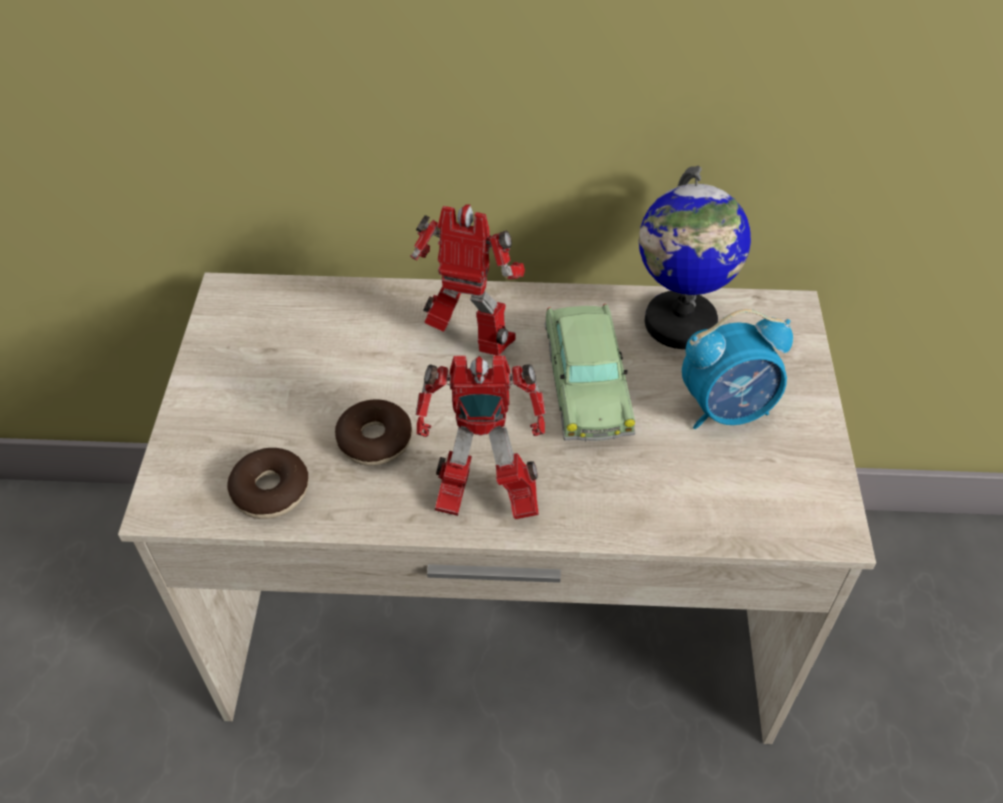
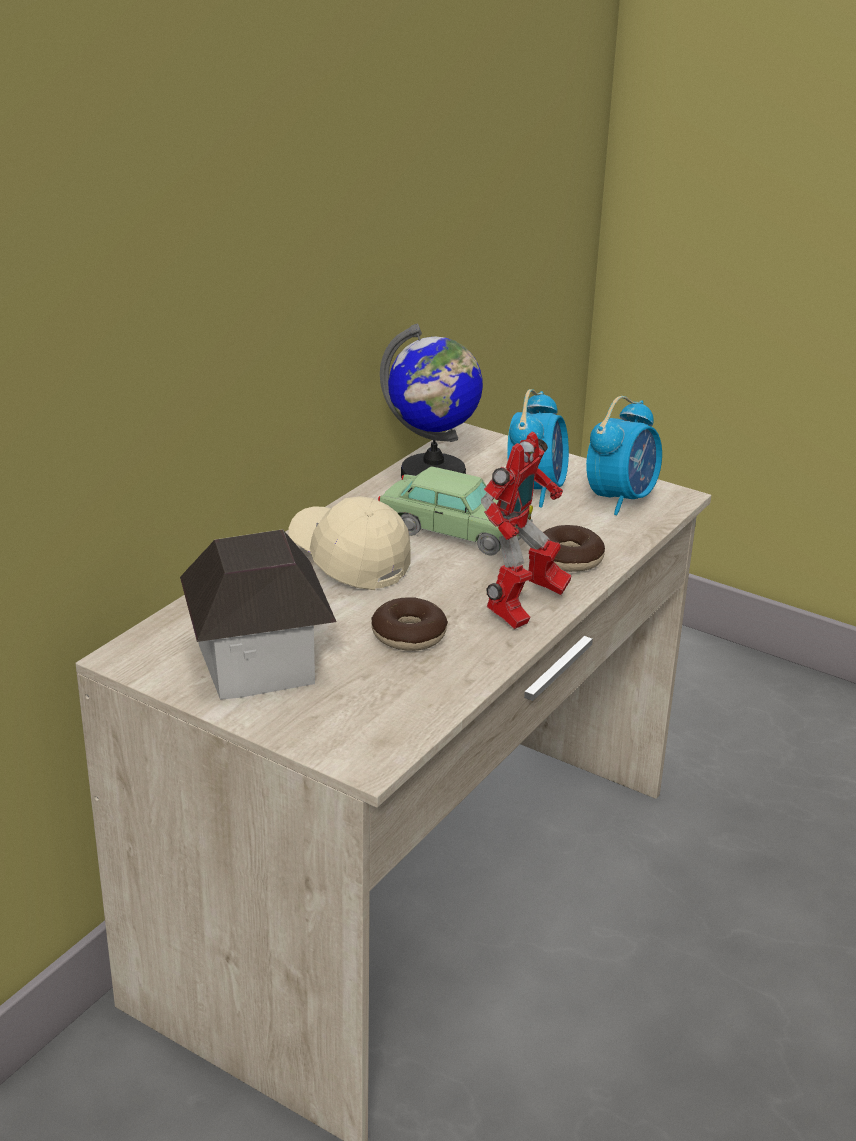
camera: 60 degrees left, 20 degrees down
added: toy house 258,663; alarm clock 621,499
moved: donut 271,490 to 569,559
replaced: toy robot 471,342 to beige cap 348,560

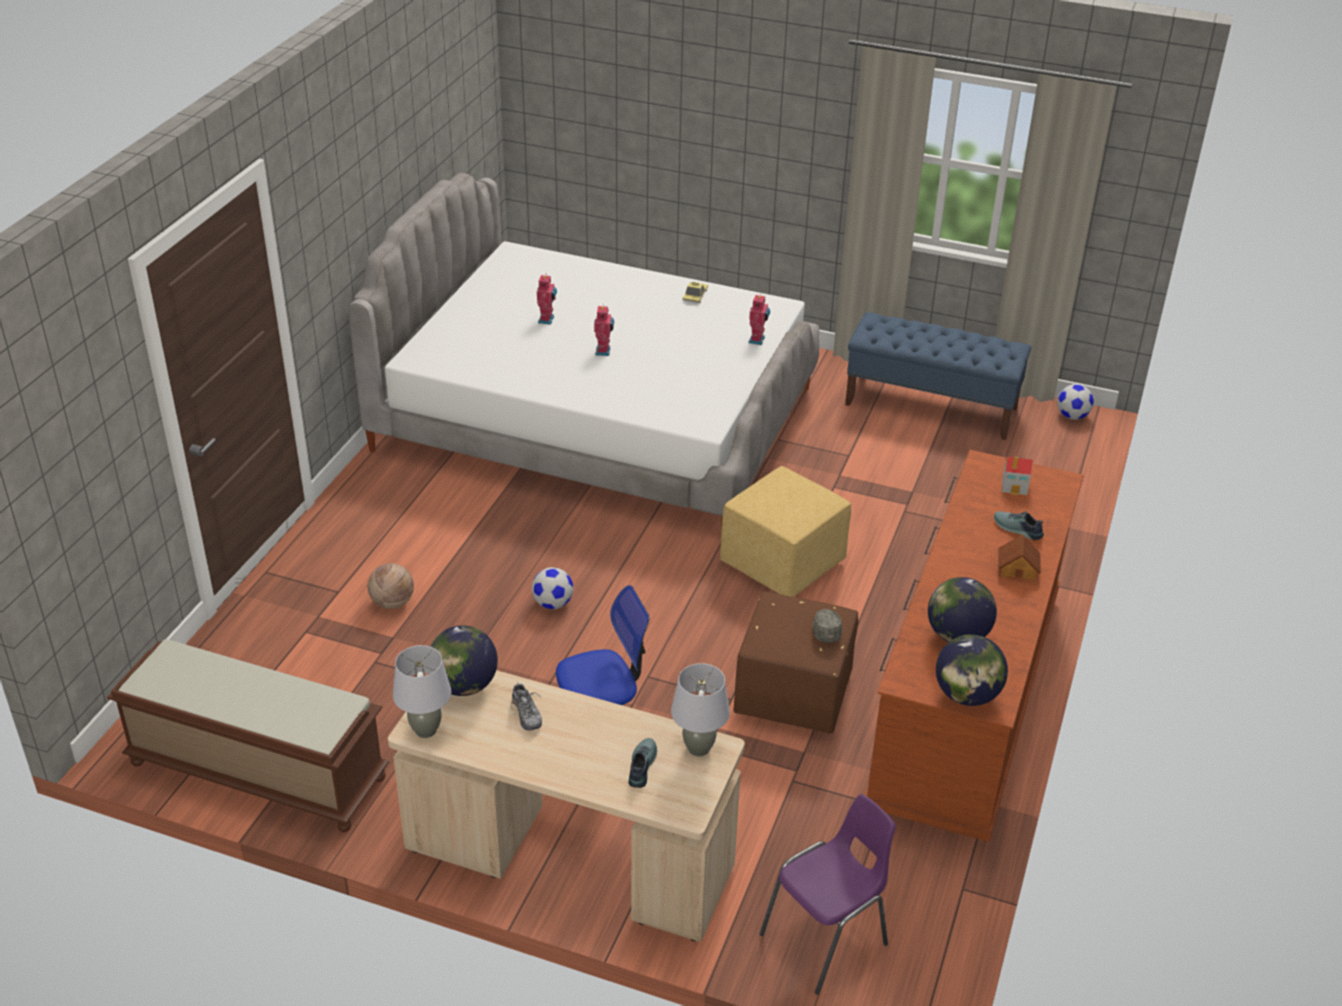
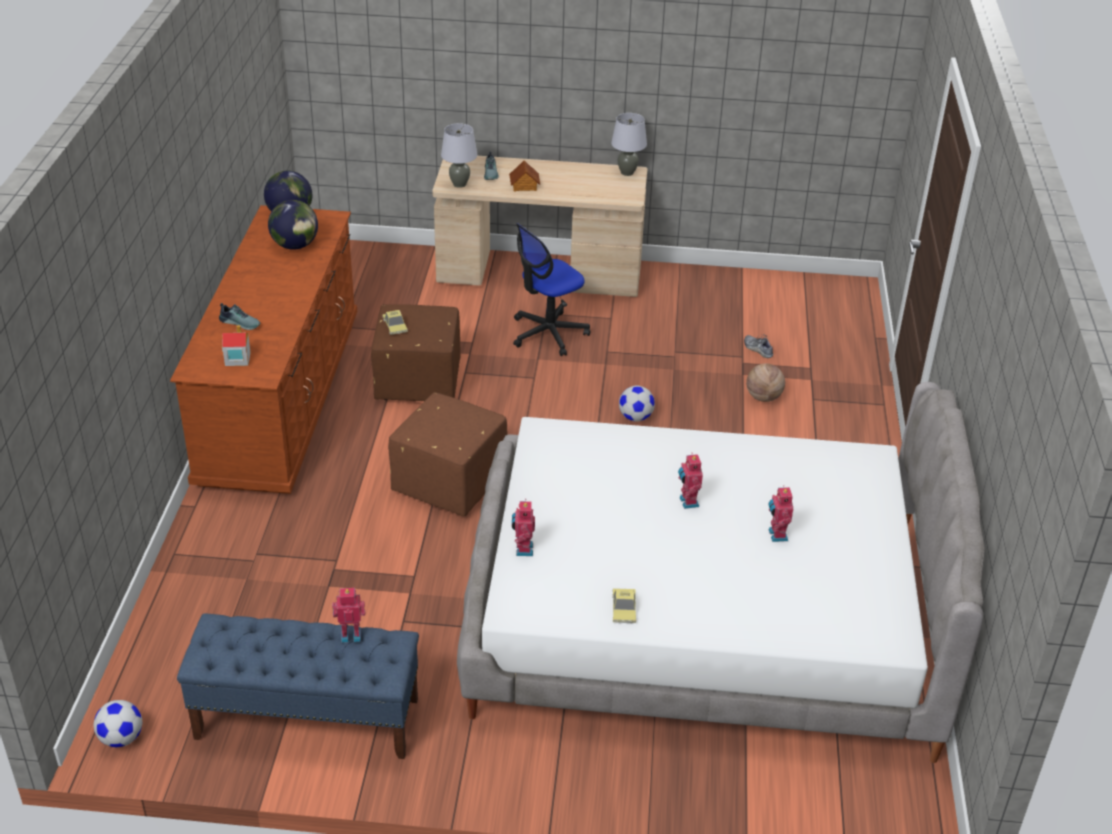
camera: 165 degrees right, 0 degrees up
removed: brown bench 255,771; globe 464,686; purple chair 827,939
added: toy robot 351,634
moved: toy house 1018,568 to 524,186; shoe 526,714 to 758,349
replaced: grey cap 825,630 to toy car 395,326
recoloured: yellow ottoman 783,565 to brown ottoman 448,483

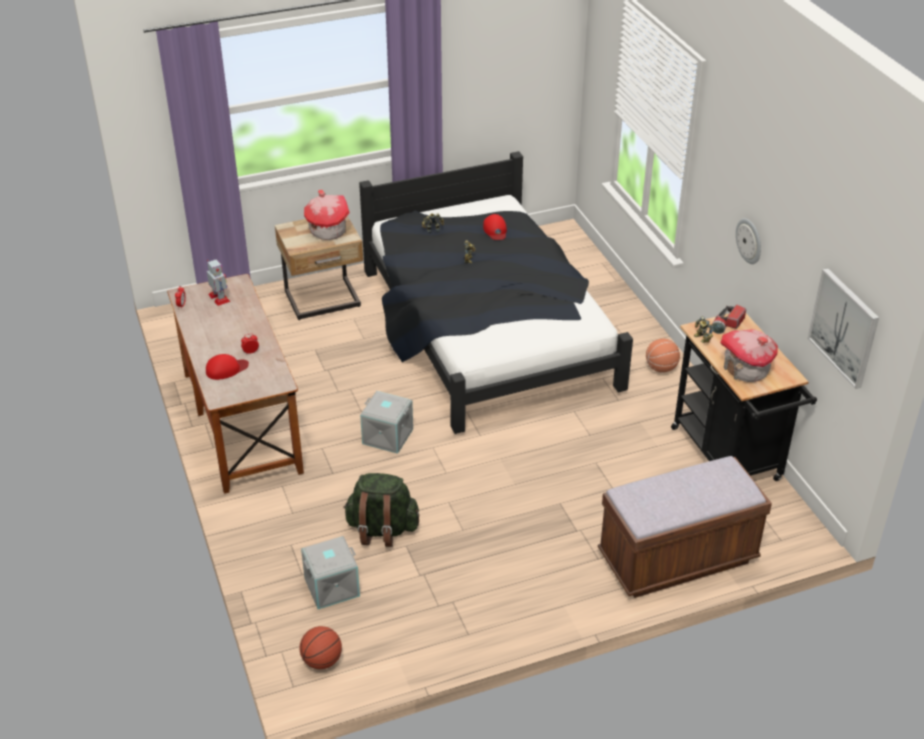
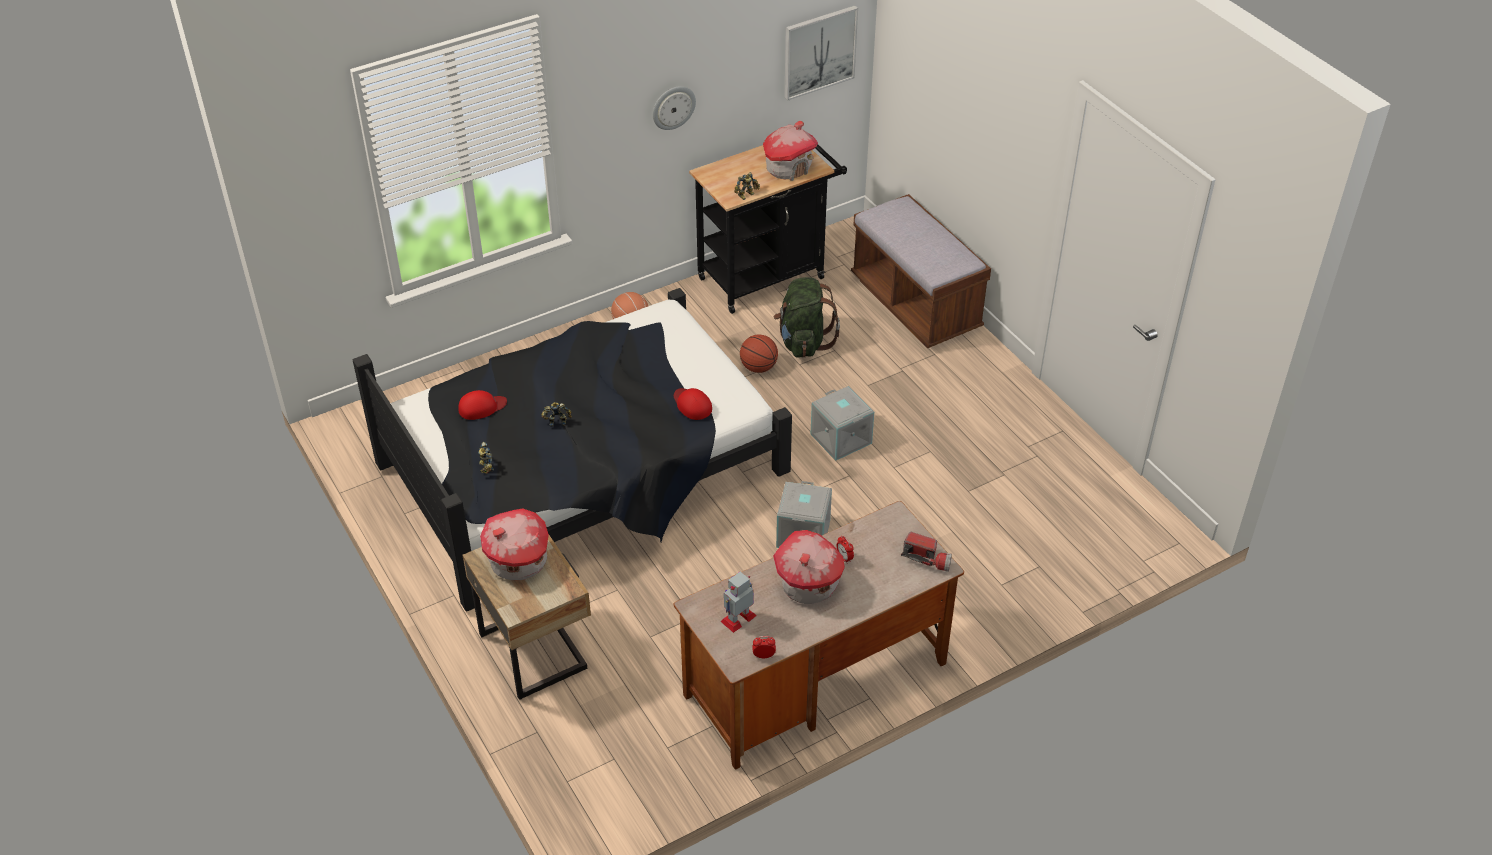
camera: 100 degrees left, 5 degrees up
added: toy house 808,585
moved: red cap 226,369 to 692,405; basketball 322,660 to 758,367; green backpack 382,529 to 803,342; grey storage box 332,586 to 840,439; flashlight 727,324 to 927,559

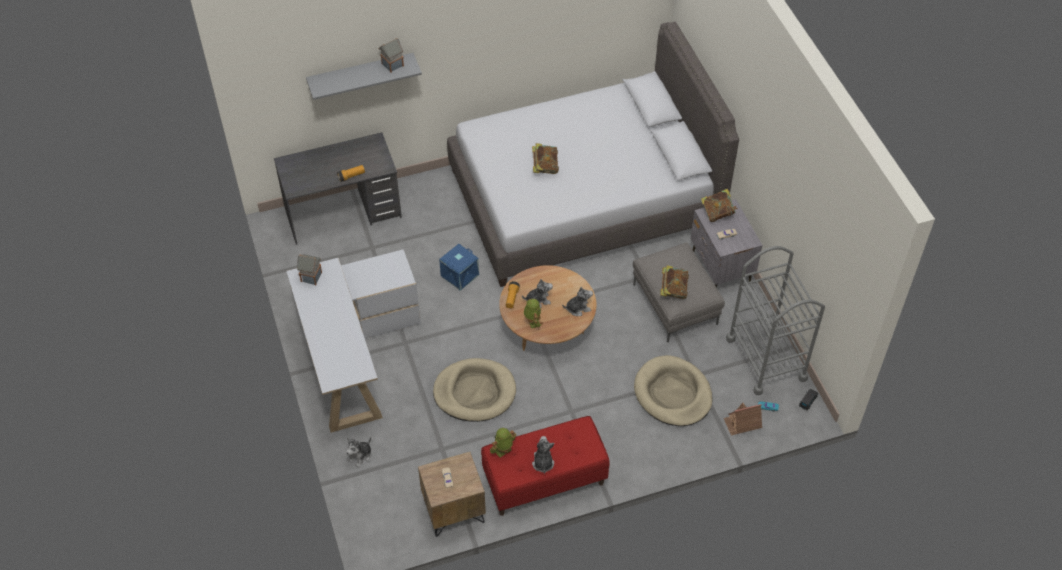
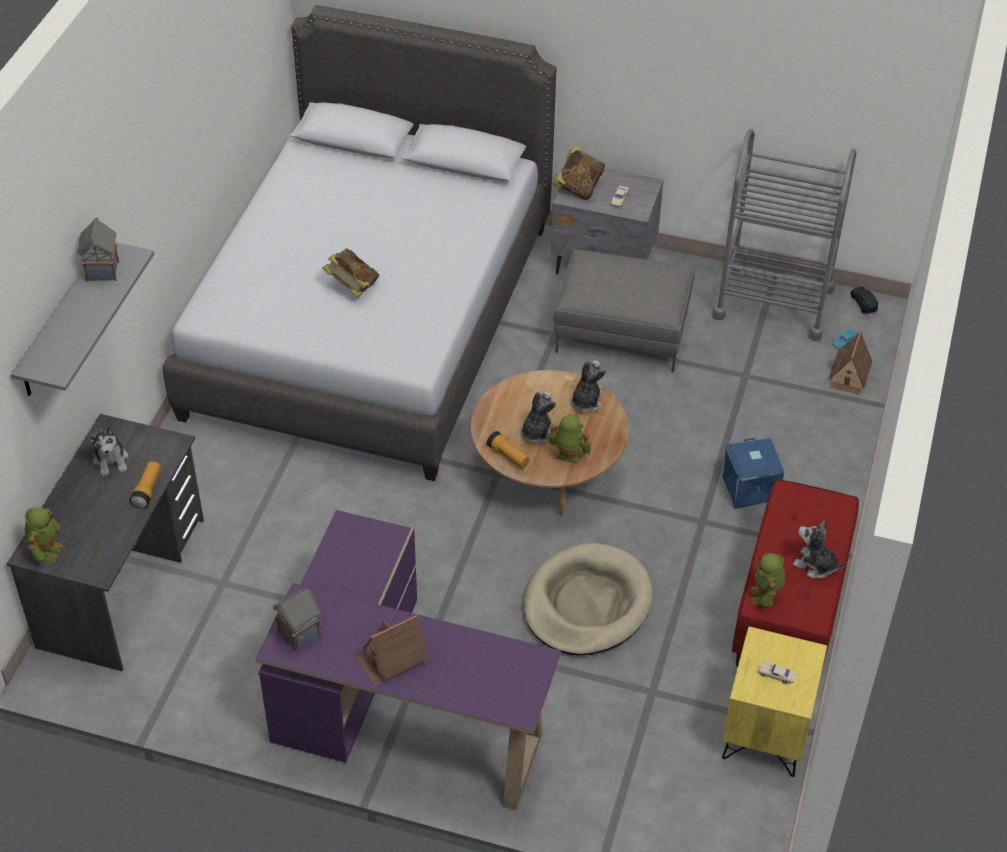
camera: 55 degrees left, 5 degrees down
removed: beige dog bed 672,394; book 673,290
added: toy robot 47,551; toy house 392,658
moved: plush toy 360,456 to 111,460; blue storage box 459,275 to 748,488
recoloured: white desk 352,354 to purple desk 397,708; brown nightstand 454,511 to yellow nightstand 767,734

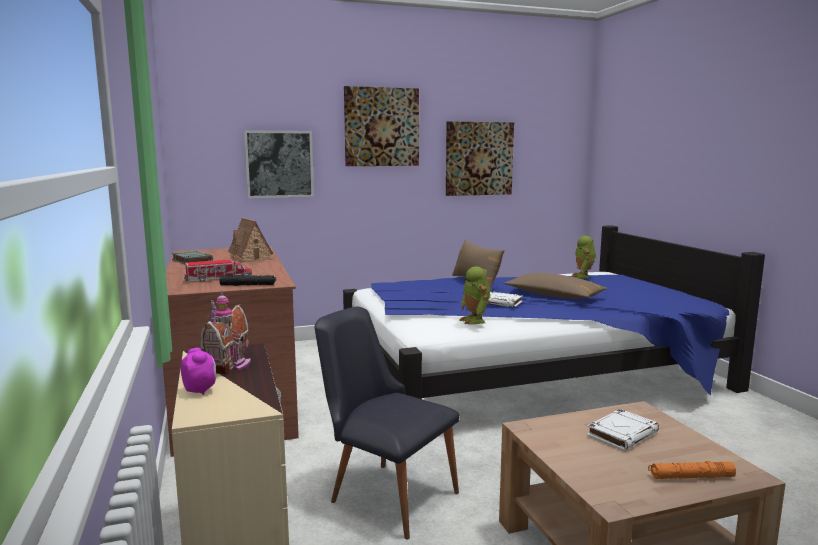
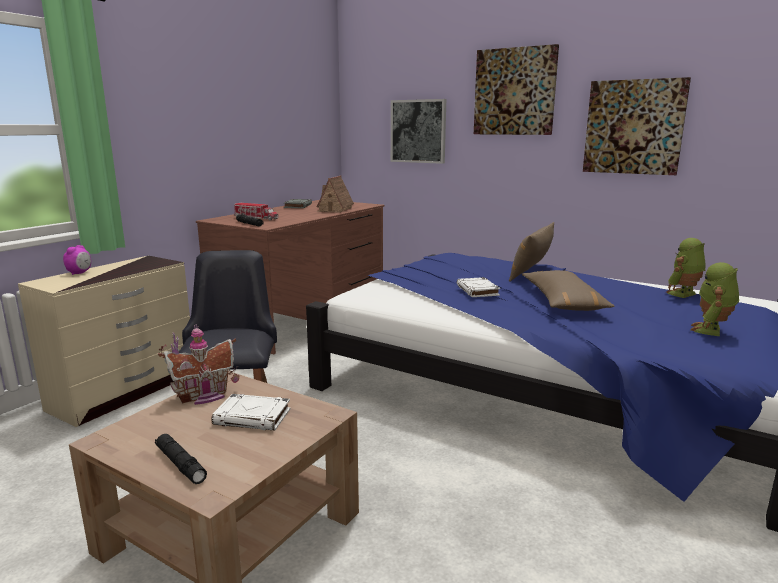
camera: 50 degrees right, 5 degrees up
moved: toy house 231,365 to 204,396; toy robot 475,320 to 711,331
recoloured: orange flashlight 691,477 to black flashlight 180,464

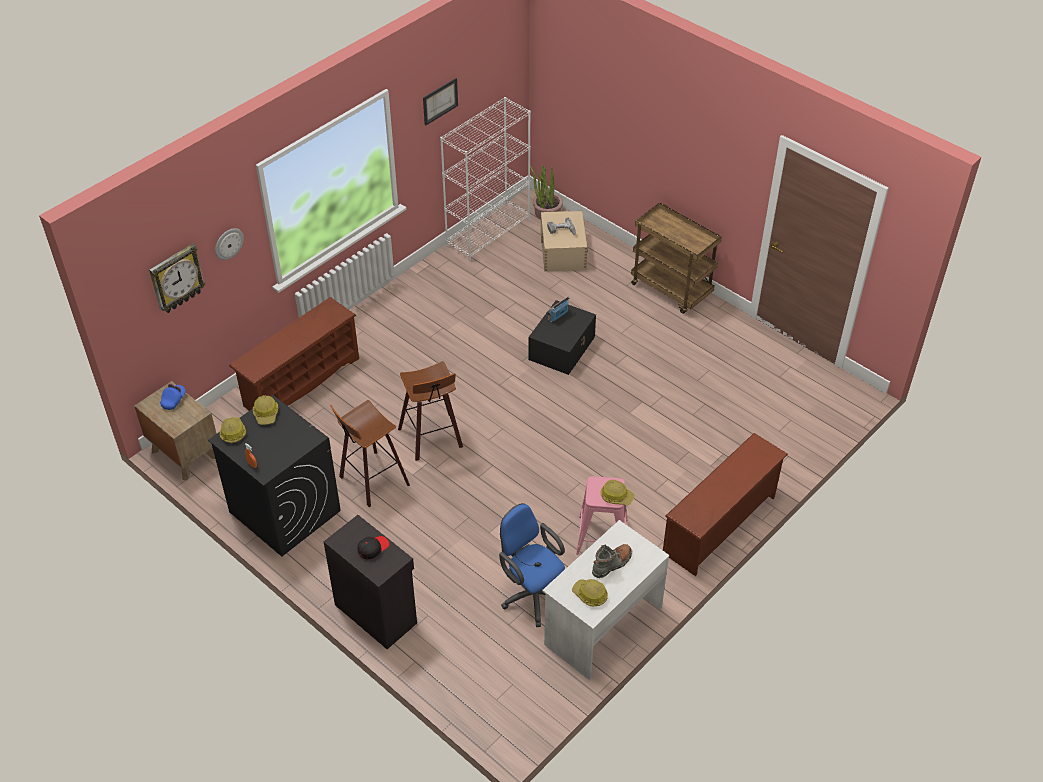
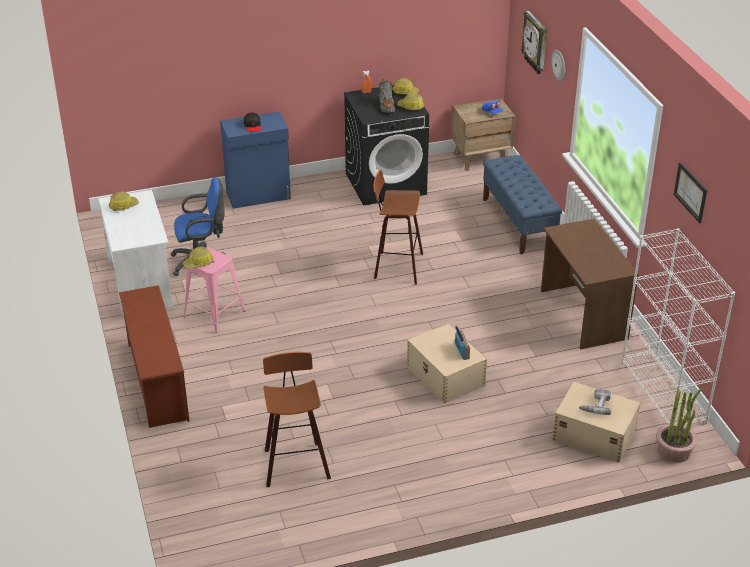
camera: 120 degrees right, 10 degrees down
removed: brown cart 672,290
added: brown desk 582,315
moved: stool 372,481 to 294,463; grey boot 612,564 to 386,106
replaced: brown shoe rack 301,381 to blue bench 518,223
recoloured: black cabinet 376,612 to blue cabinet 259,196; black storage box 562,348 to beige storage box 445,376

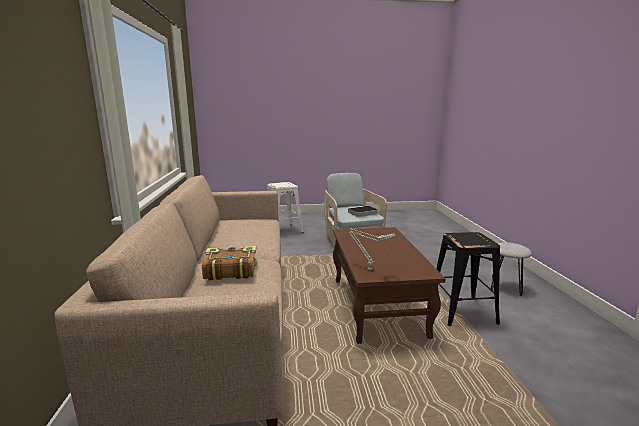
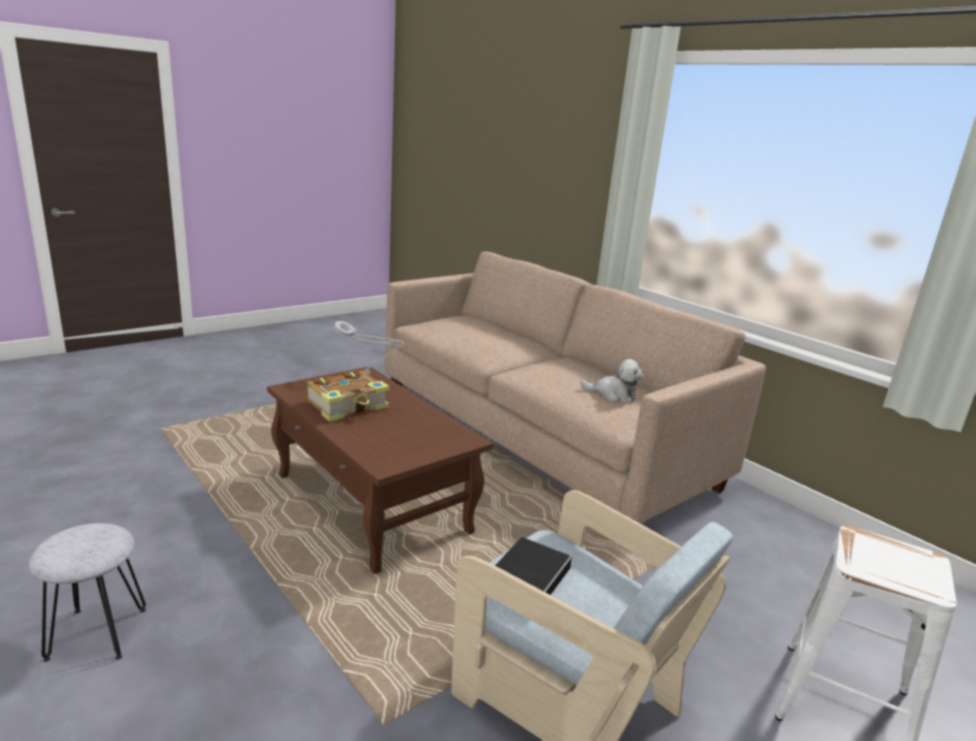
camera: 145 degrees right, 5 degrees up
removed: black stool 462,311
added: plush toy 613,395
moved: book 230,270 to 348,405

